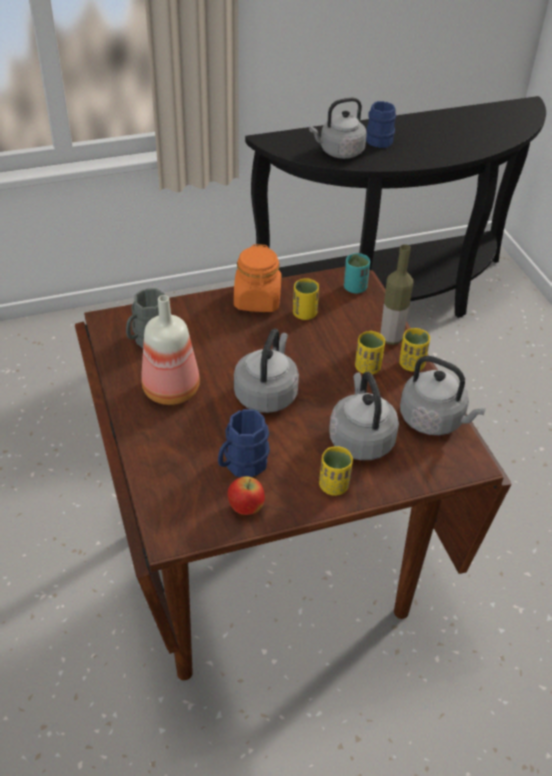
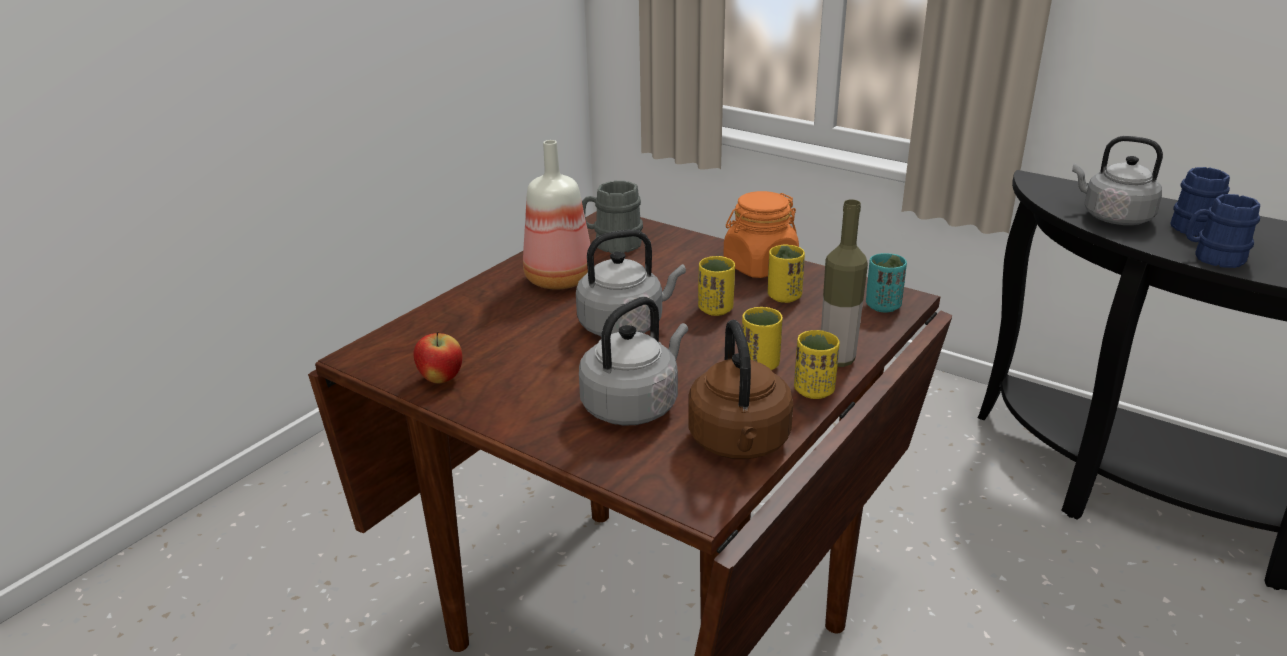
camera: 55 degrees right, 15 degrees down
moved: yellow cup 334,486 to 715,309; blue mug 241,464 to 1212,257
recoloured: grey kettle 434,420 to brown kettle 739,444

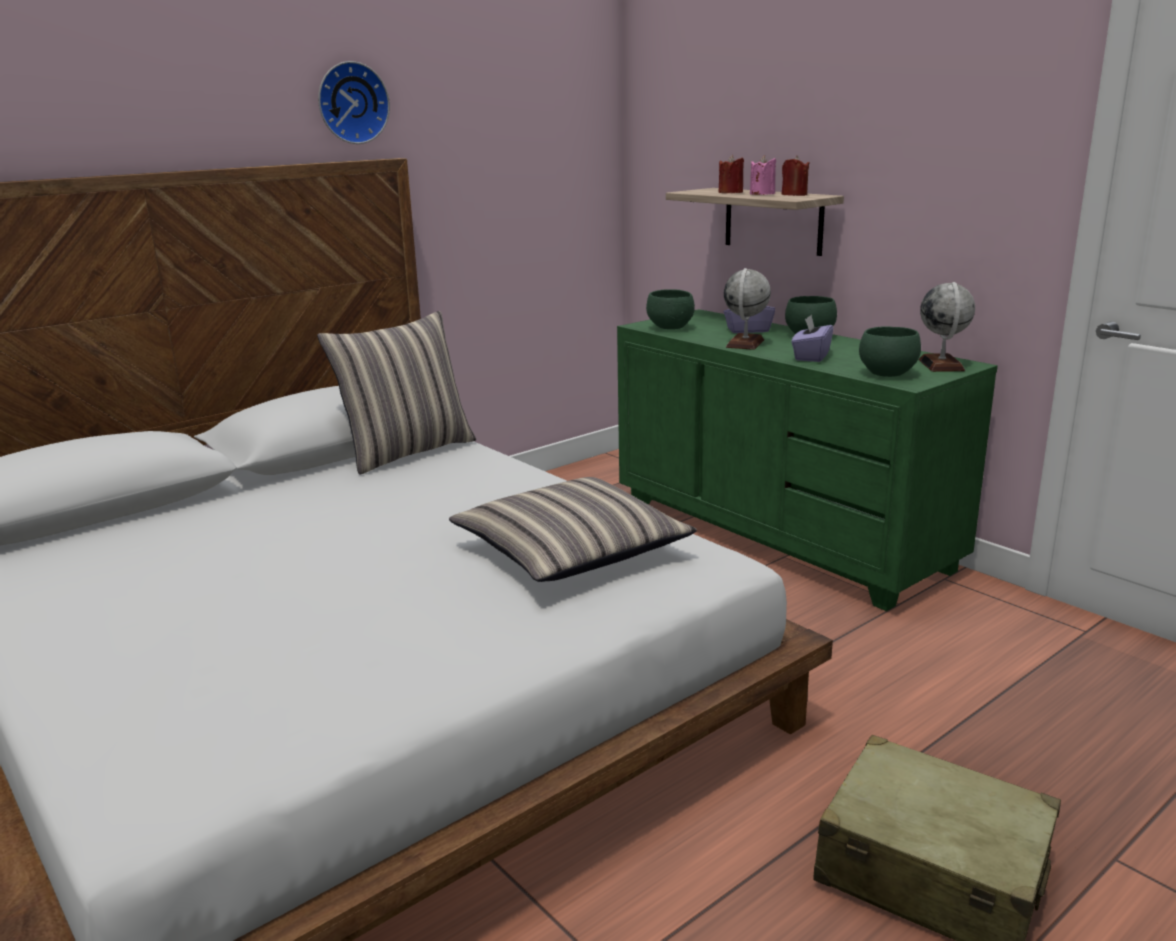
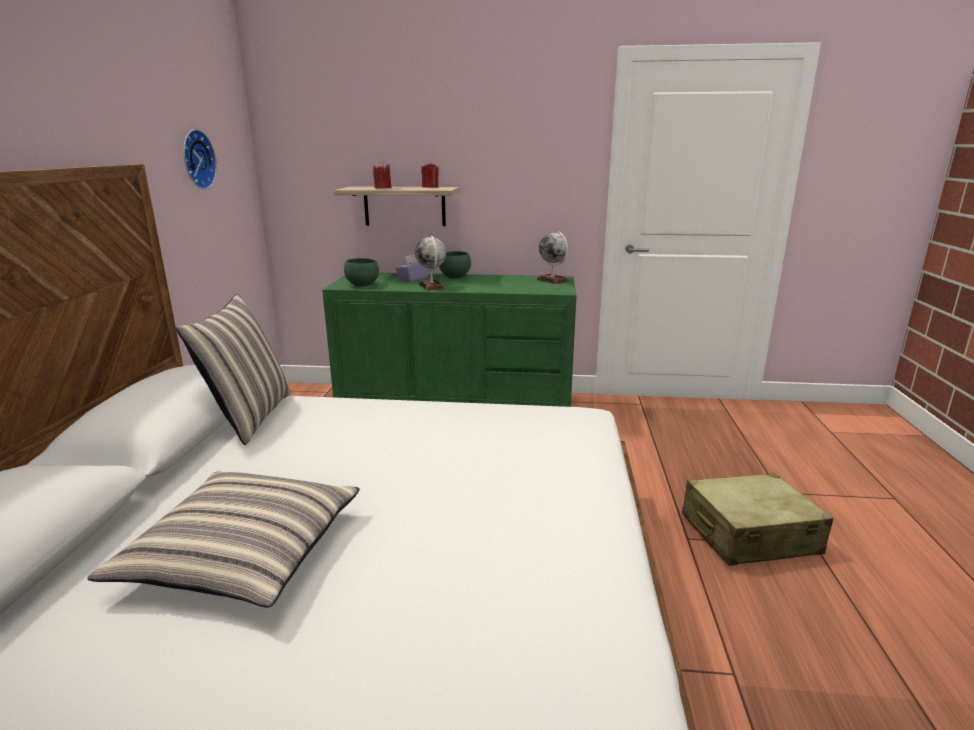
camera: 45 degrees left, 0 degrees up
removed: pink candle 762,194; purple tissue box 811,357; green bowl 885,374
moved: pillow 571,550 to 243,552; wall clock 351,103 to 196,159

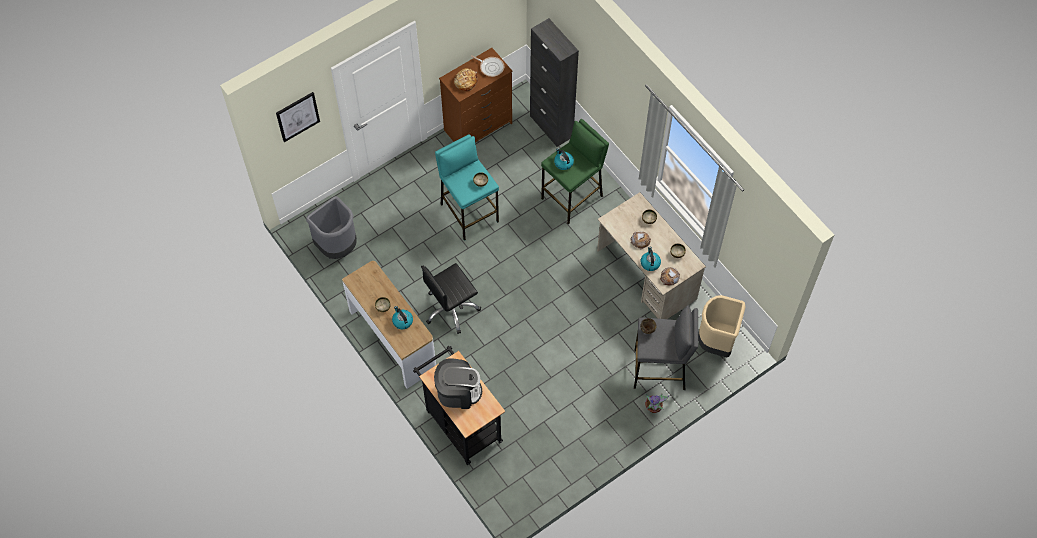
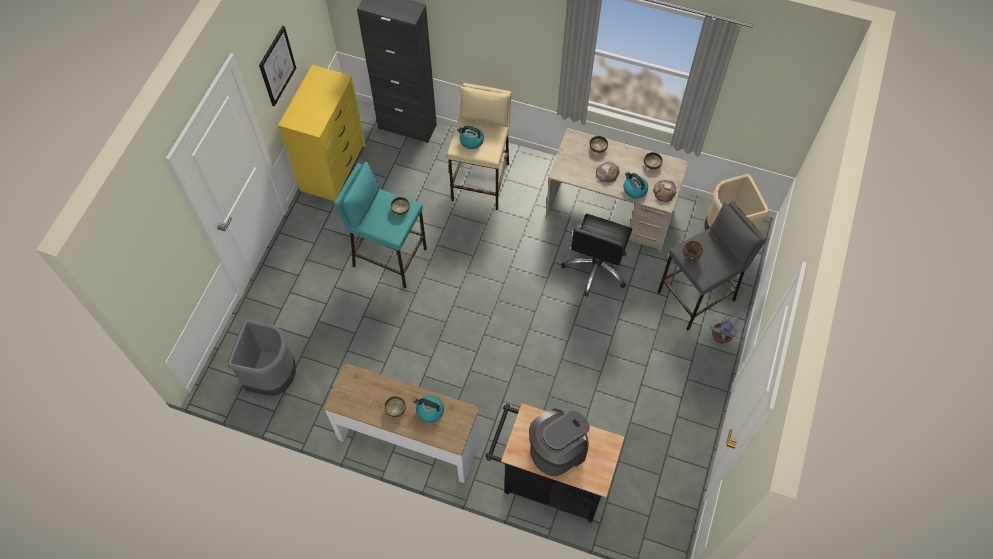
camera: 35 degrees left, 0 degrees up
removed: bread 466,82; frying pan 490,67
moved: picture 297,116 to 277,66; black office chair 451,309 to 596,268
recoloured: brown dresser 478,127 to yellow dresser 334,168; green stool 572,197 to beige stool 481,182

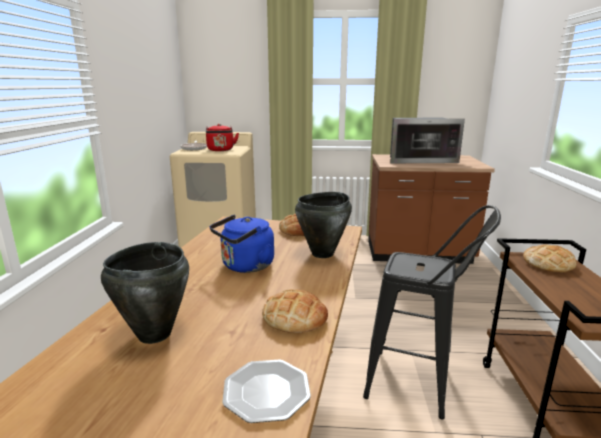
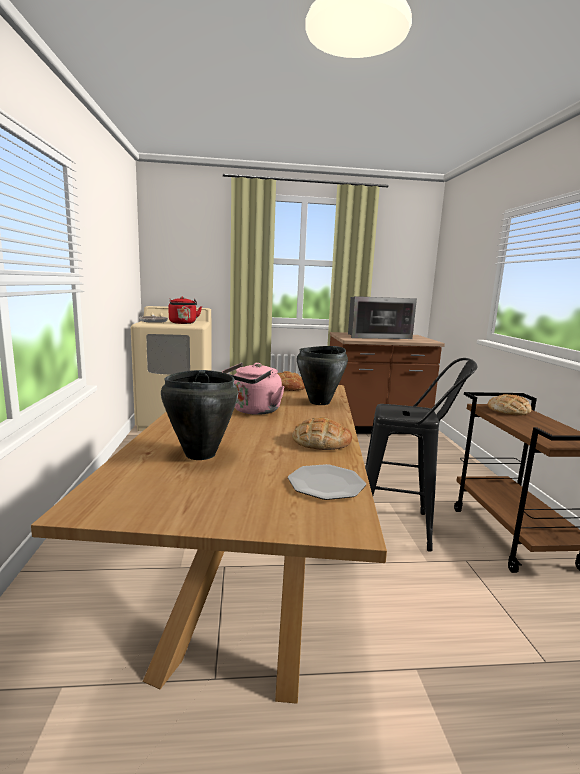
camera: 10 degrees left, 5 degrees down
recoloured: blue kettle 245,266 to pink kettle 254,411

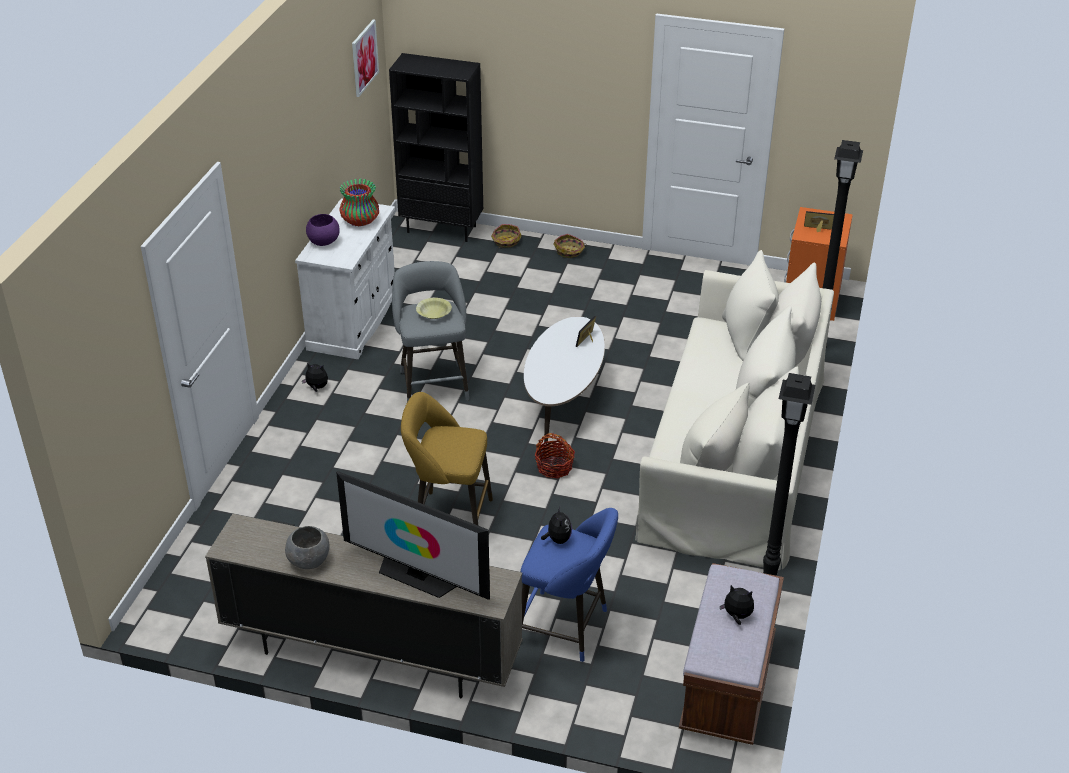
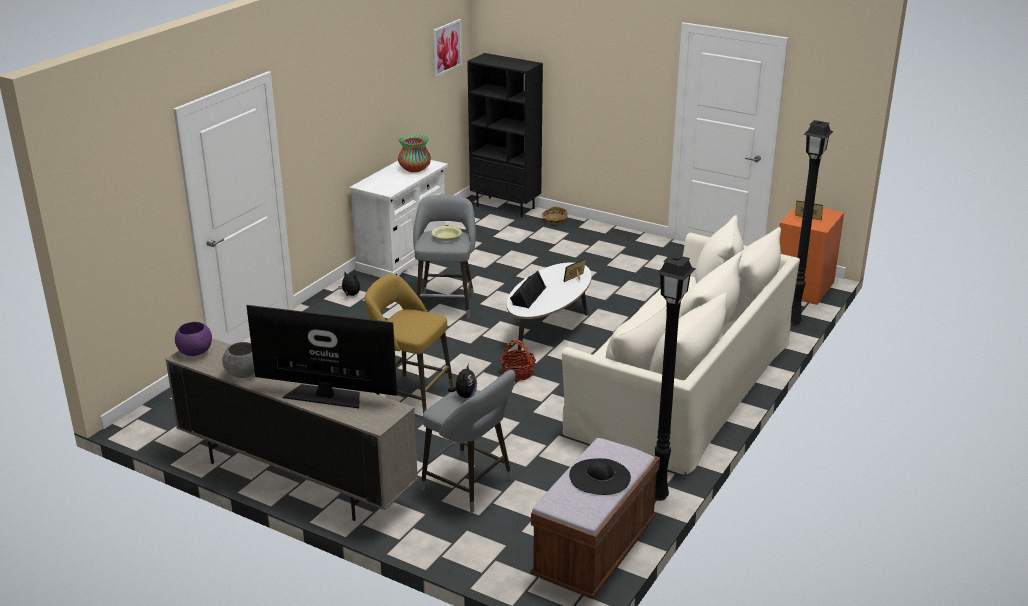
camera: 15 degrees right, 10 degrees down
removed: basket 569,251
added: black speaker 527,295
moved: purple bowl 324,242 to 195,352
replaced: plush toy 737,616 to black hat 599,477
recoloured: blue stool 567,628 to grey stool 471,486
turned: television 417,575 = 325,396 150 degrees clockwise

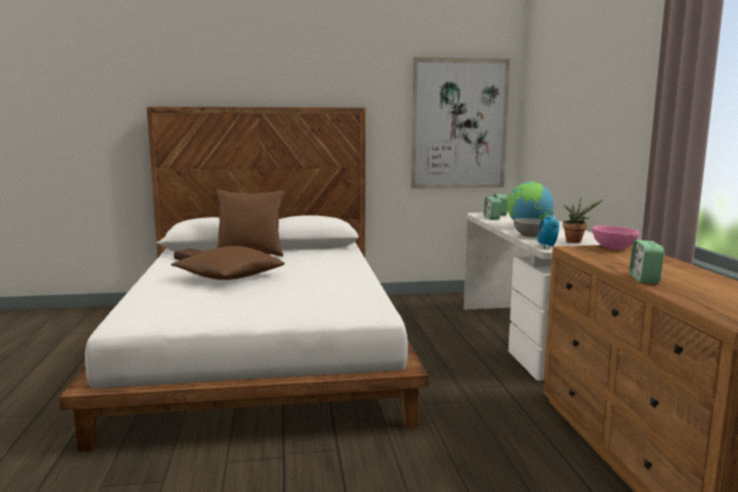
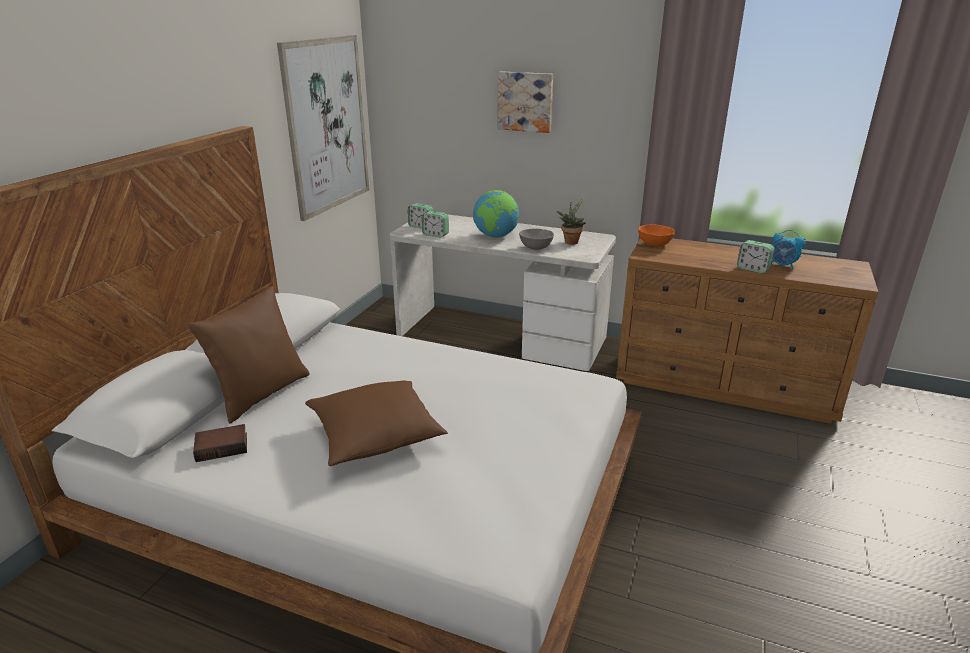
camera: 60 degrees left, 15 degrees up
added: picture 525,101
moved: alarm clock 547,246 to 782,266
recoloured: pink bowl 613,248 to orange bowl 654,245

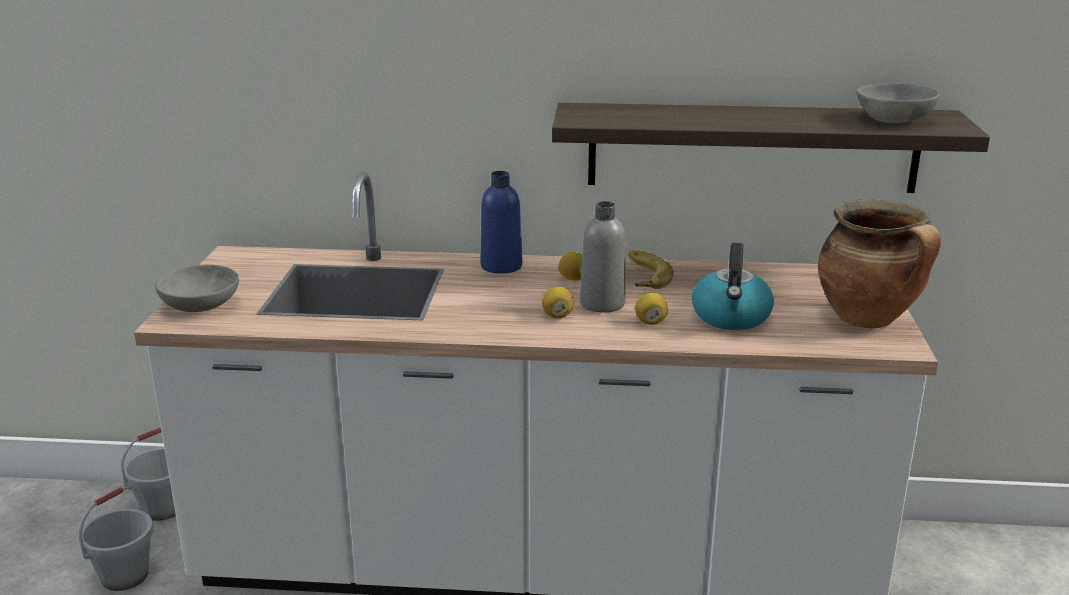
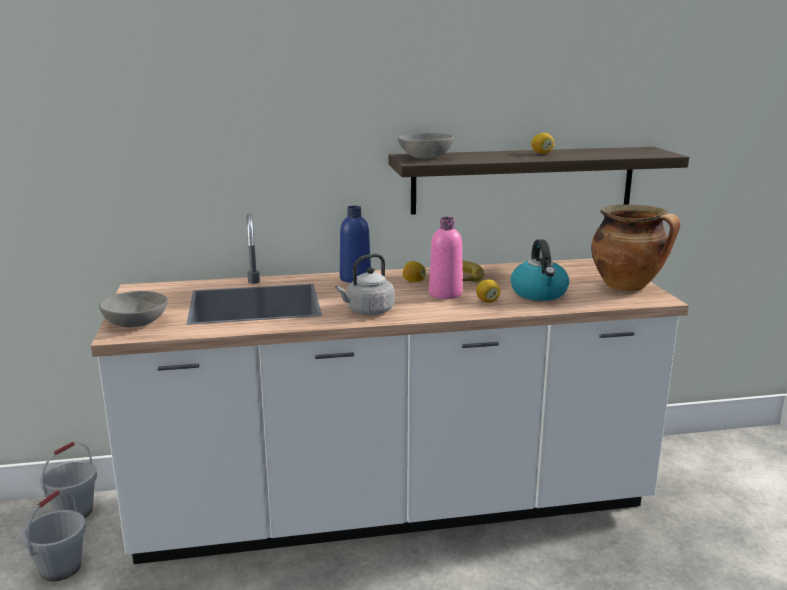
camera: 15 degrees left, 5 degrees down
added: grey kettle 368,311
moved: grey bowl 892,120 to 424,157; lemon 557,315 to 541,153
recoloured: grey bottle 602,304 to pink bottle 445,294

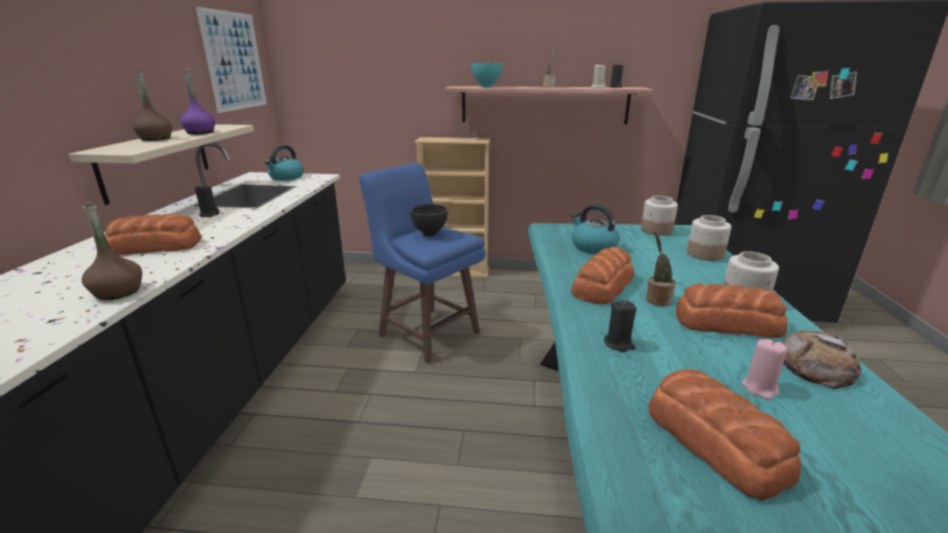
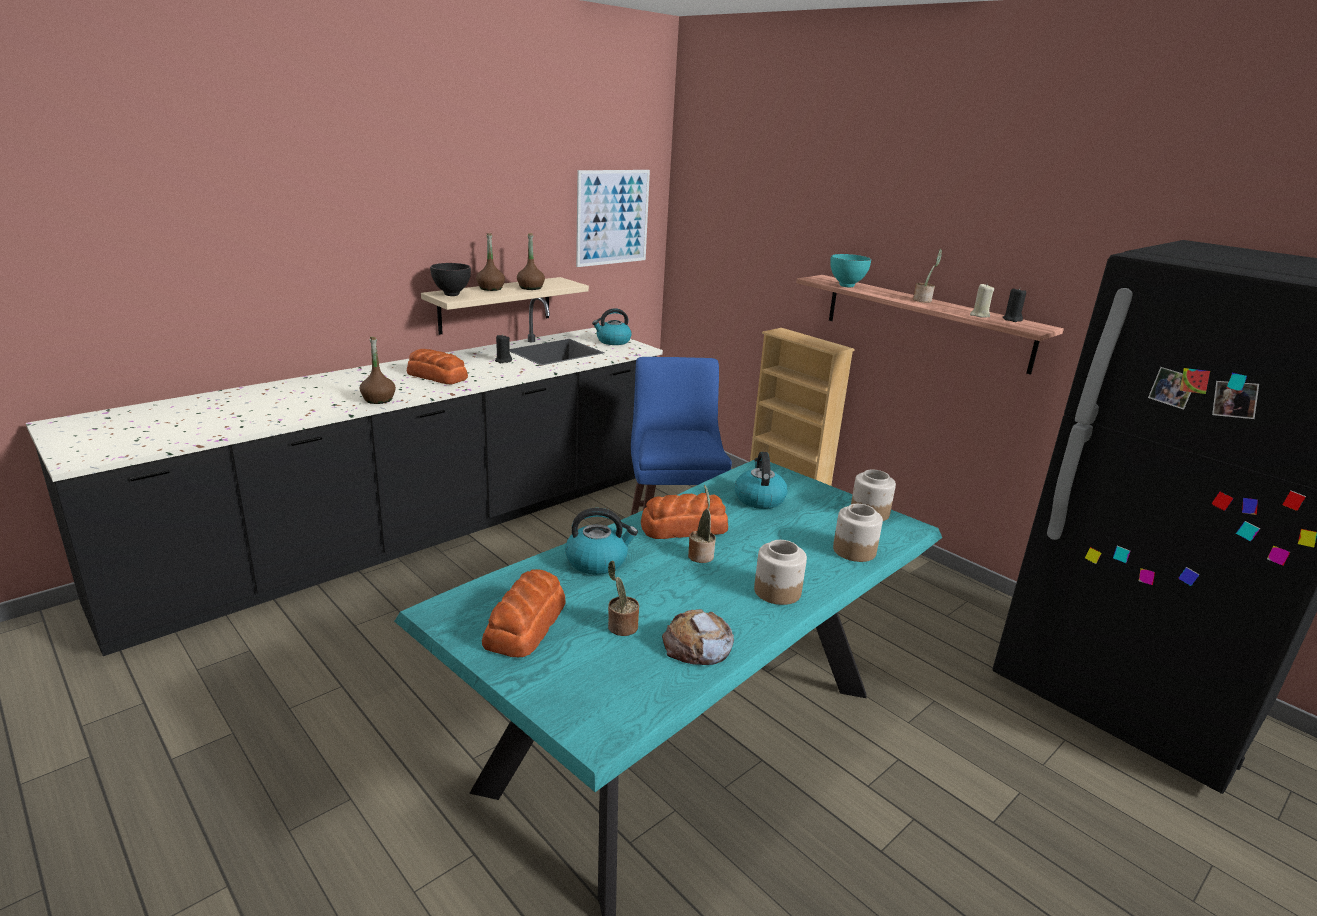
camera: 40 degrees right, 0 degrees up
removed: bread 726,323
moved: black bowl 429,234 to 452,294
replaced: black candle 619,344 to kettle 597,561; pink candle 760,388 to potted plant 621,627
recoloured: purple bottle 200,133 to brown bottle 530,288

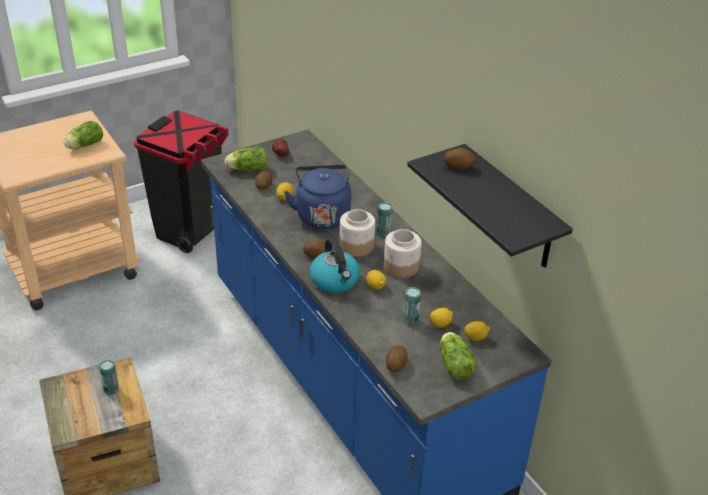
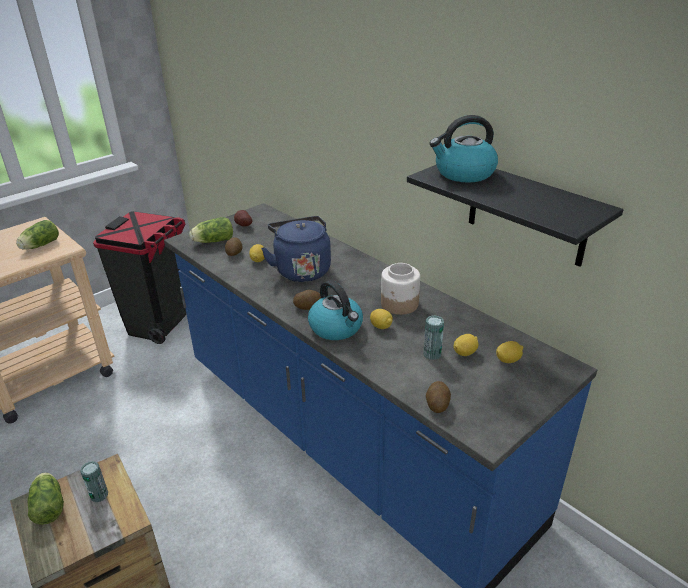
camera: 10 degrees left, 5 degrees down
removed: jar 356,246; can 383,233
moved: lettuce 454,363 to 49,505
replaced: potato 459,166 to kettle 463,173

